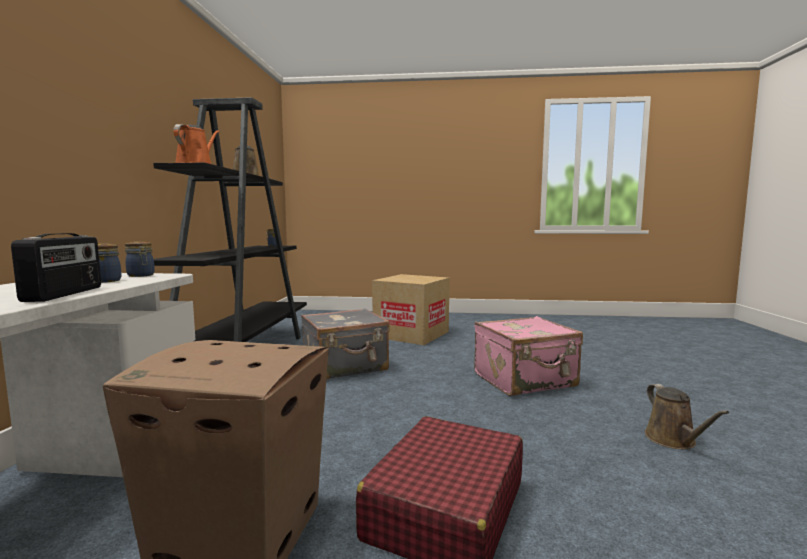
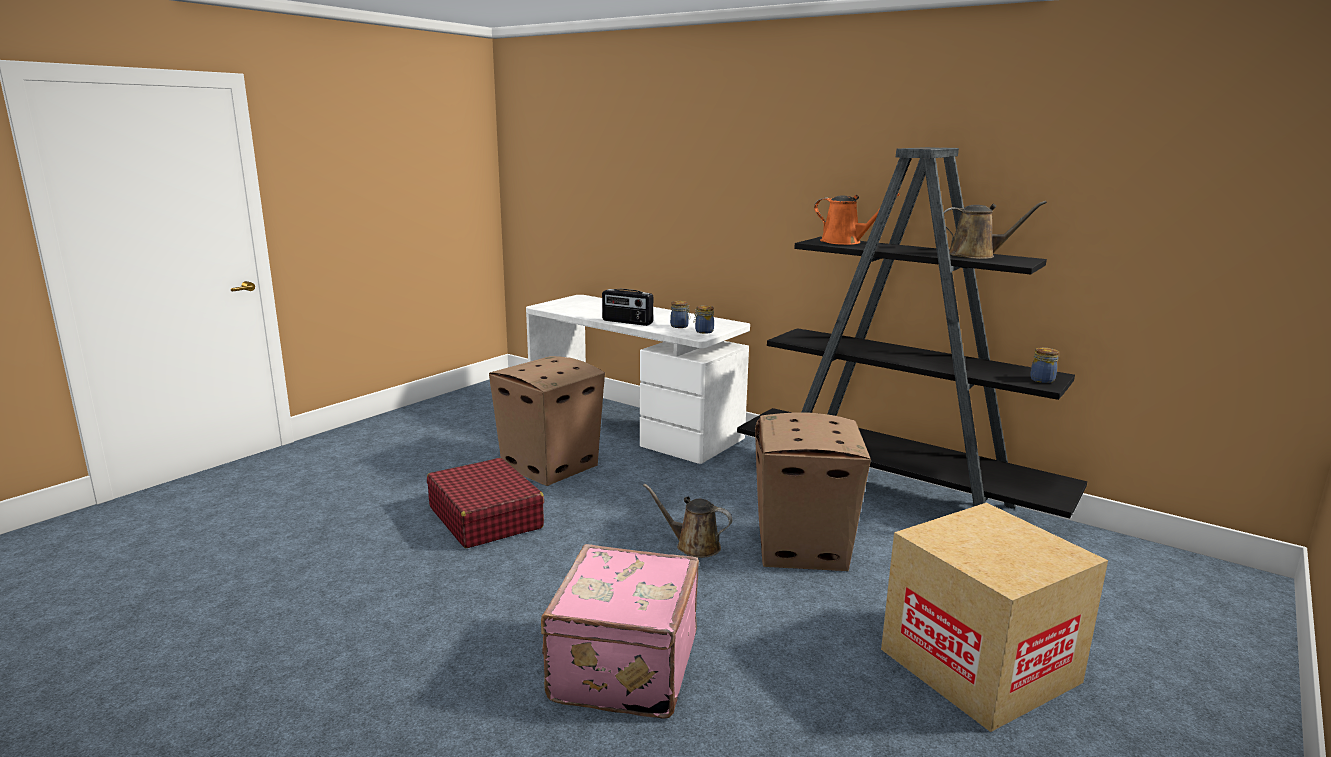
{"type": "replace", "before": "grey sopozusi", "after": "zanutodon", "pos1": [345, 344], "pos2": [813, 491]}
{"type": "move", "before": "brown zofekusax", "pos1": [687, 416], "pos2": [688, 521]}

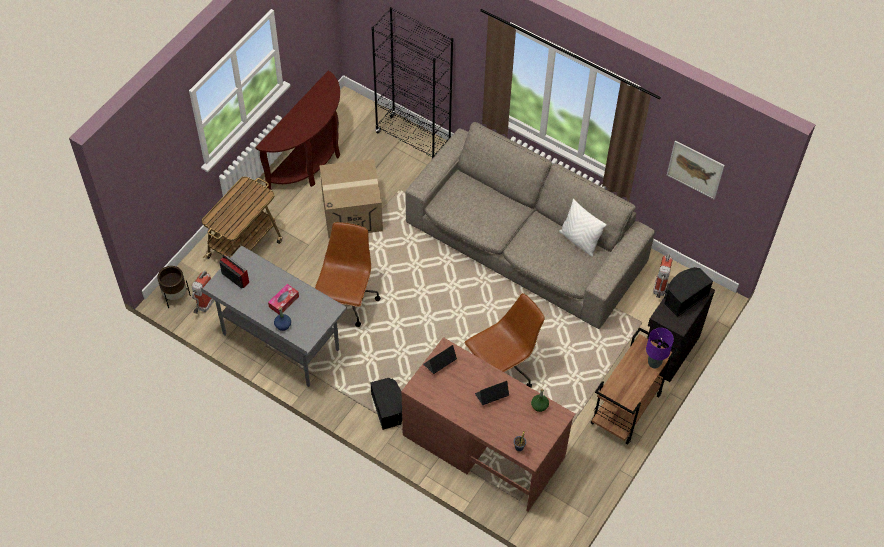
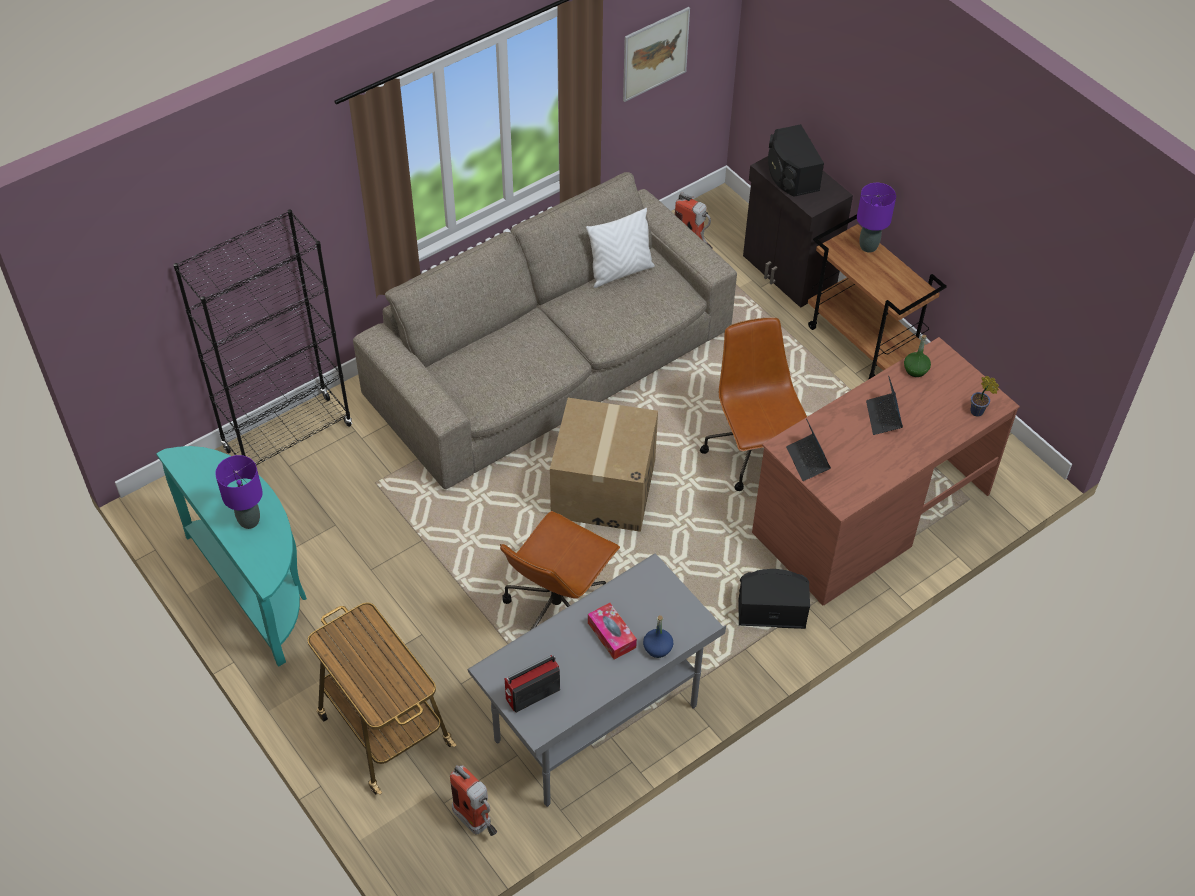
{"type": "delete", "before": "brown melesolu", "pos1": [174, 287]}
{"type": "recolor", "before": "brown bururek", "after": "turquoise bururek", "pos1": [297, 130], "pos2": [231, 556]}
{"type": "rotate", "before": "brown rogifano", "pos1": [348, 274], "pos2": [560, 570], "turn": -90}
{"type": "move", "before": "zanutodon", "pos1": [351, 198], "pos2": [604, 465]}
{"type": "insert", "after": "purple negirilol", "pos2": [239, 492]}

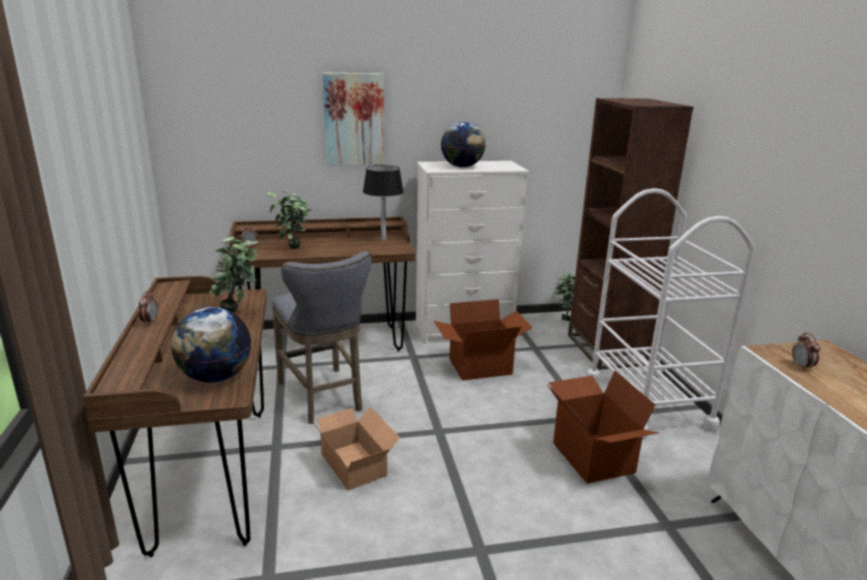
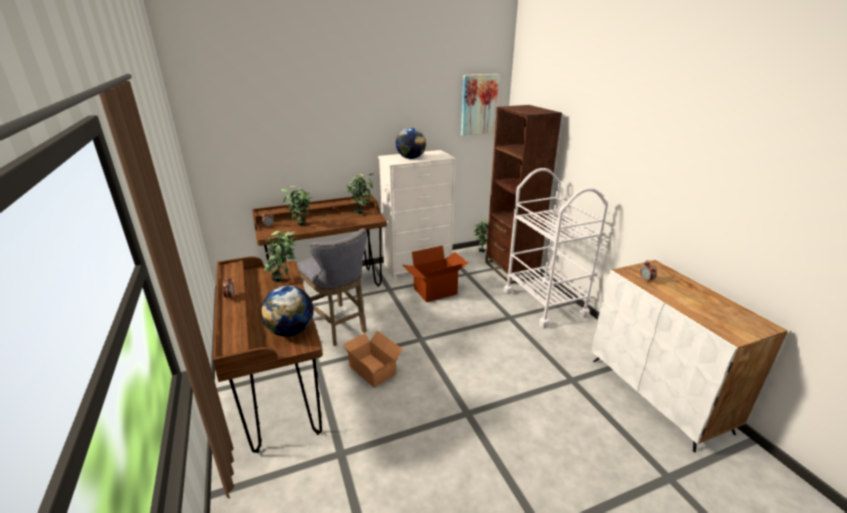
{"type": "move", "before": "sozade", "pos1": [353, 119], "pos2": [480, 105]}
{"type": "replace", "before": "black negirilol", "after": "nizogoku", "pos1": [383, 203], "pos2": [359, 194]}
{"type": "delete", "before": "zanutodon", "pos1": [603, 427]}

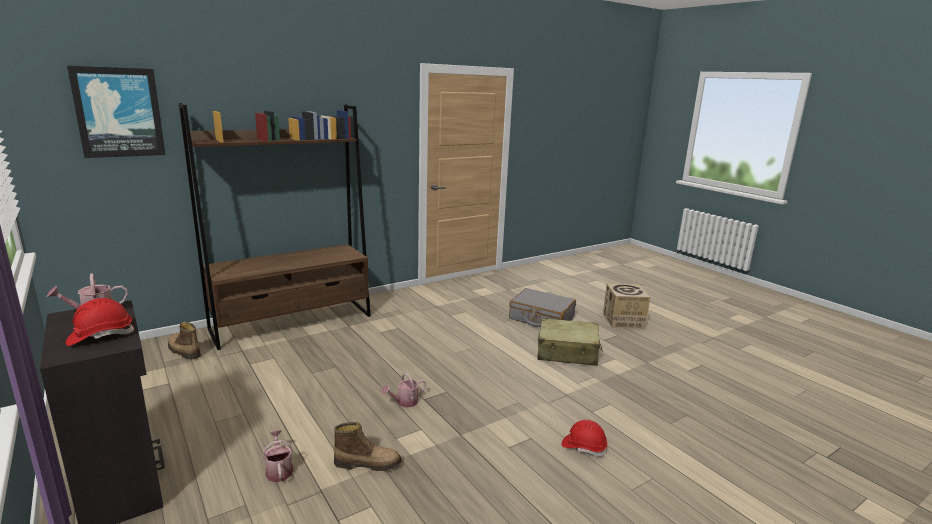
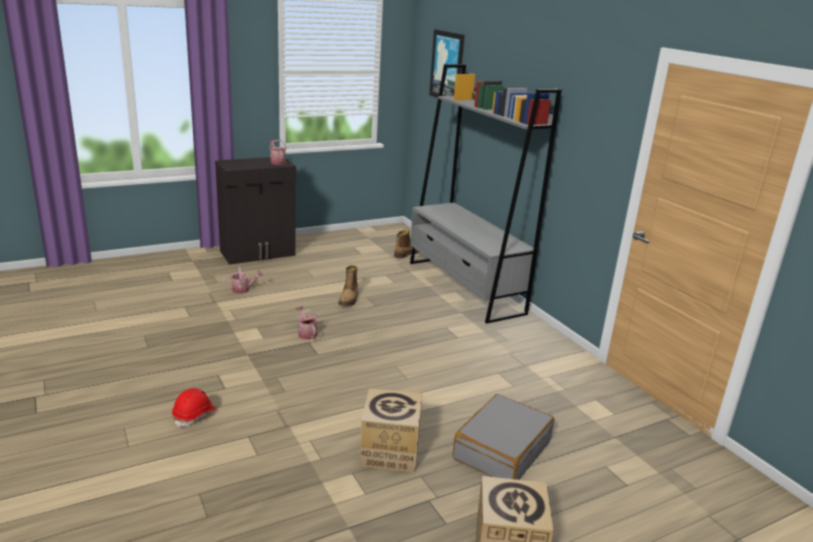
{"type": "delete", "before": "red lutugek", "pos1": [100, 322]}
{"type": "recolor", "before": "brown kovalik", "after": "grey kovalik", "pos1": [275, 226], "pos2": [486, 194]}
{"type": "move", "before": "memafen", "pos1": [368, 446], "pos2": [348, 285]}
{"type": "replace", "before": "beige sopozusi", "after": "zanutodon", "pos1": [570, 342], "pos2": [391, 430]}

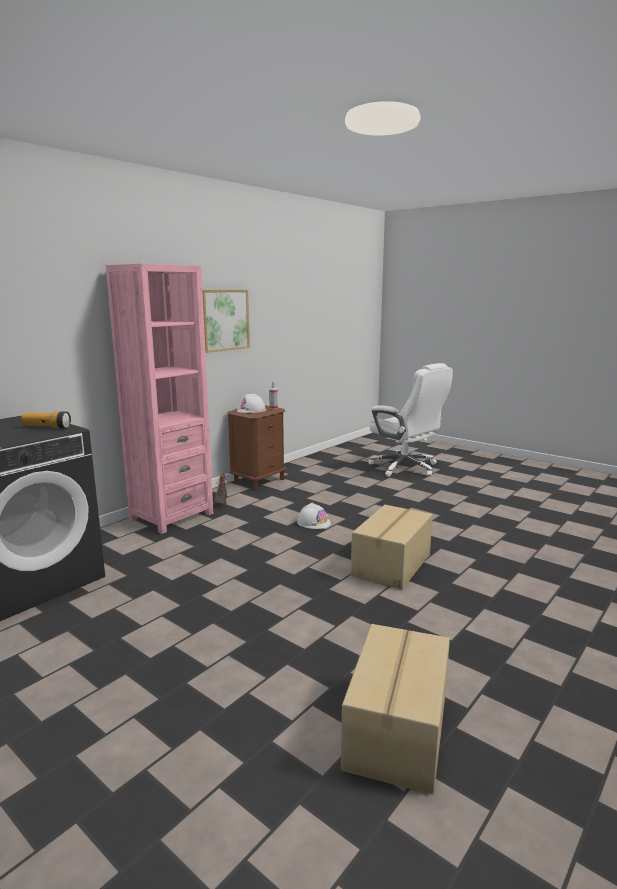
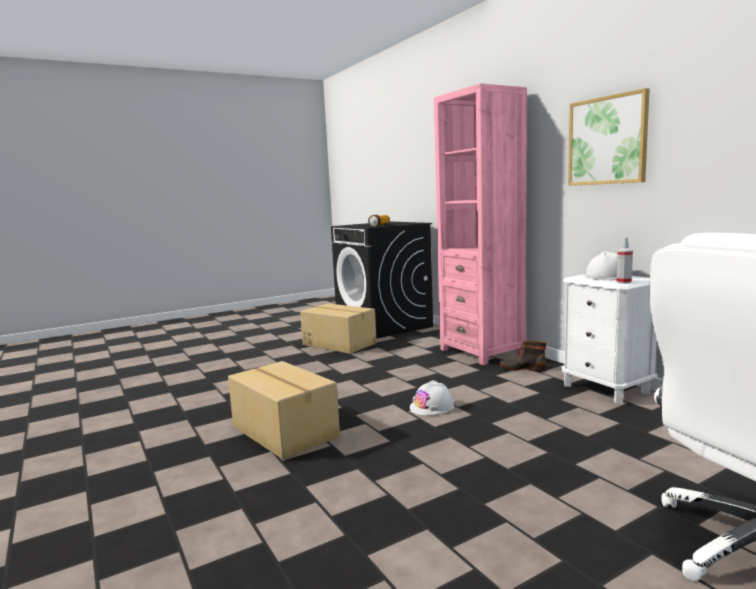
{"type": "recolor", "before": "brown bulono", "after": "white bulono", "pos1": [256, 447], "pos2": [609, 339]}
{"type": "move", "before": "zanutodon", "pos1": [395, 709], "pos2": [338, 328]}

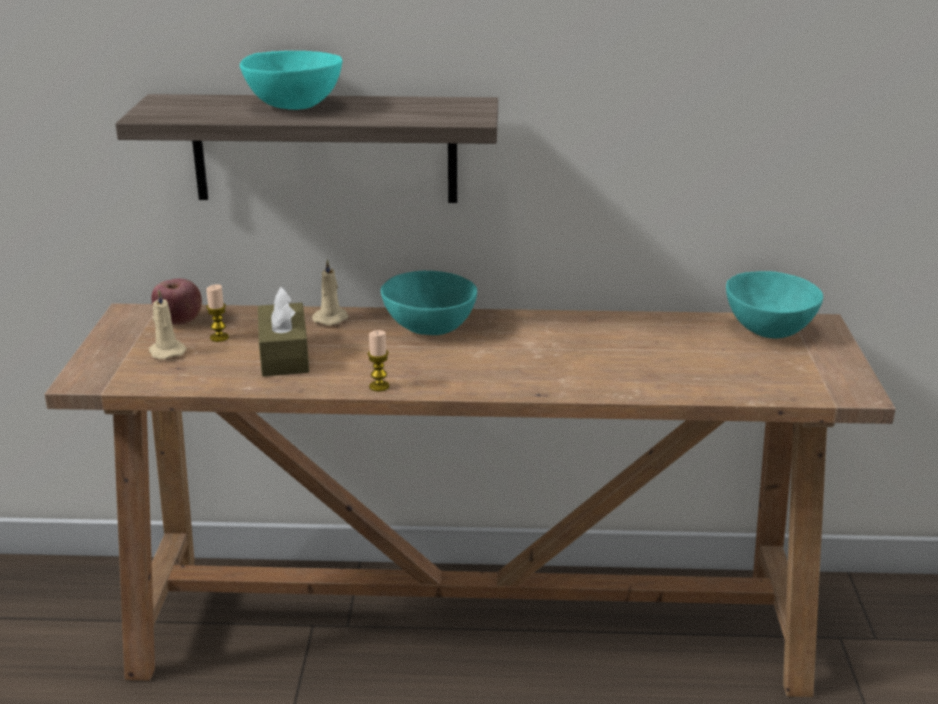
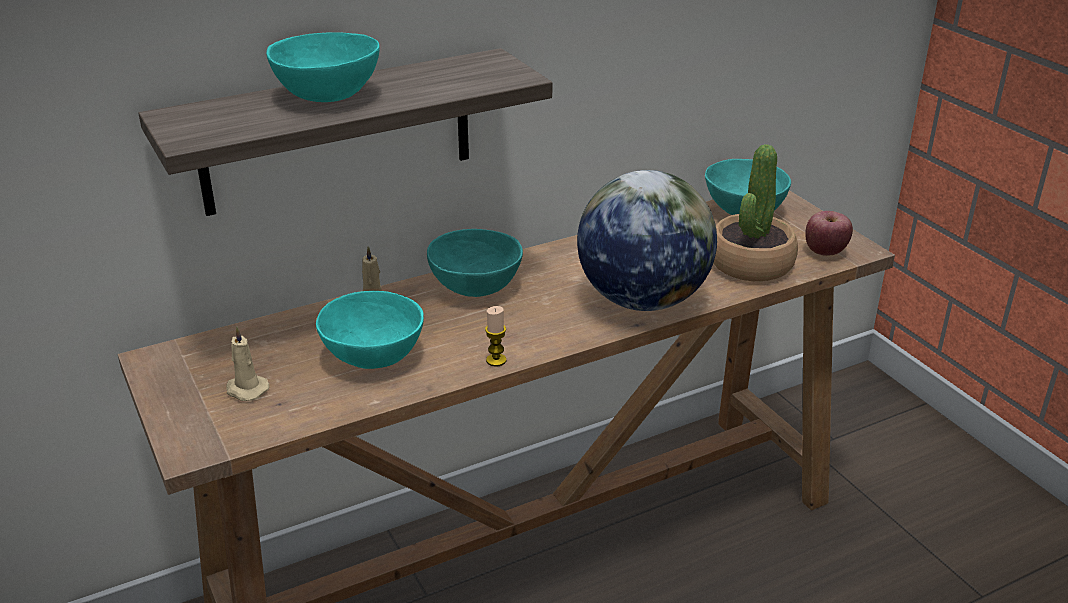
{"type": "move", "before": "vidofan", "pos1": [176, 302], "pos2": [829, 233]}
{"type": "delete", "before": "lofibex", "pos1": [217, 313]}
{"type": "replace", "before": "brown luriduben", "after": "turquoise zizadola", "pos1": [283, 331], "pos2": [370, 330]}
{"type": "insert", "after": "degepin", "pos2": [647, 240]}
{"type": "insert", "after": "nizogoku", "pos2": [756, 212]}

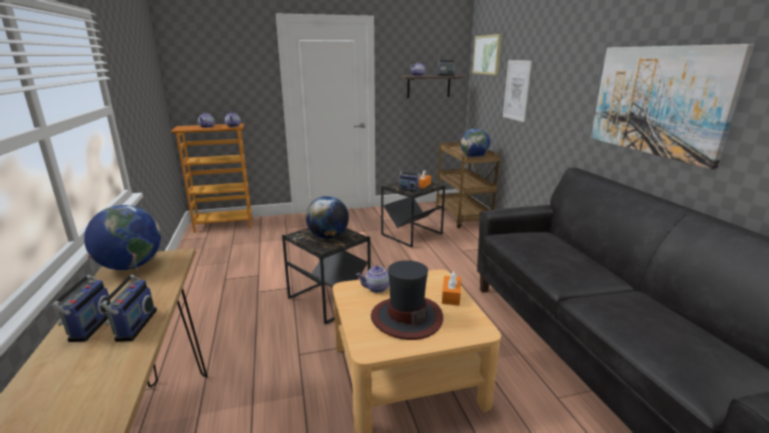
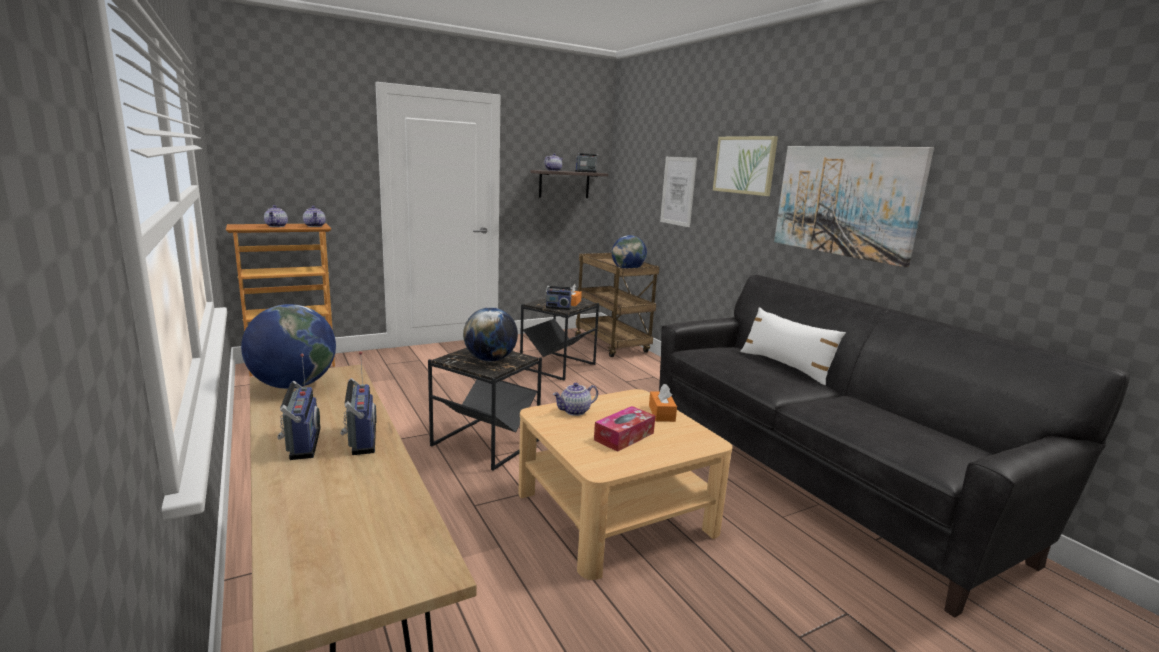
{"type": "replace", "before": "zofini", "after": "luriduben", "pos1": [407, 300], "pos2": [624, 429]}
{"type": "move", "before": "sozade", "pos1": [487, 54], "pos2": [745, 166]}
{"type": "insert", "after": "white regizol", "pos2": [793, 346]}

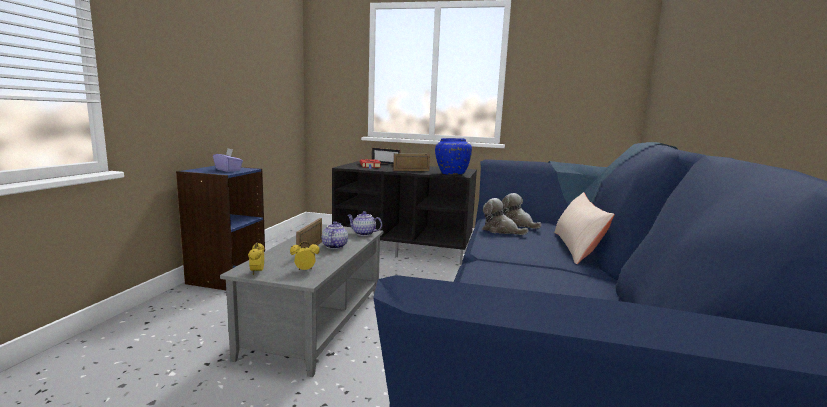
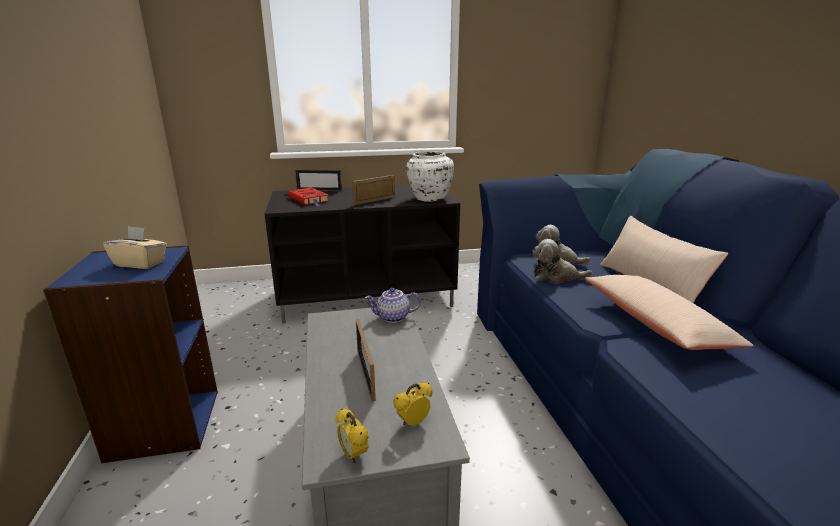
{"type": "recolor", "before": "purple luriduben", "after": "beige luriduben", "pos1": [228, 160], "pos2": [135, 247]}
{"type": "delete", "before": "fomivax", "pos1": [335, 235]}
{"type": "recolor", "before": "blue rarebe", "after": "white rarebe", "pos1": [453, 156], "pos2": [430, 176]}
{"type": "insert", "after": "beige regizol", "pos2": [669, 312]}

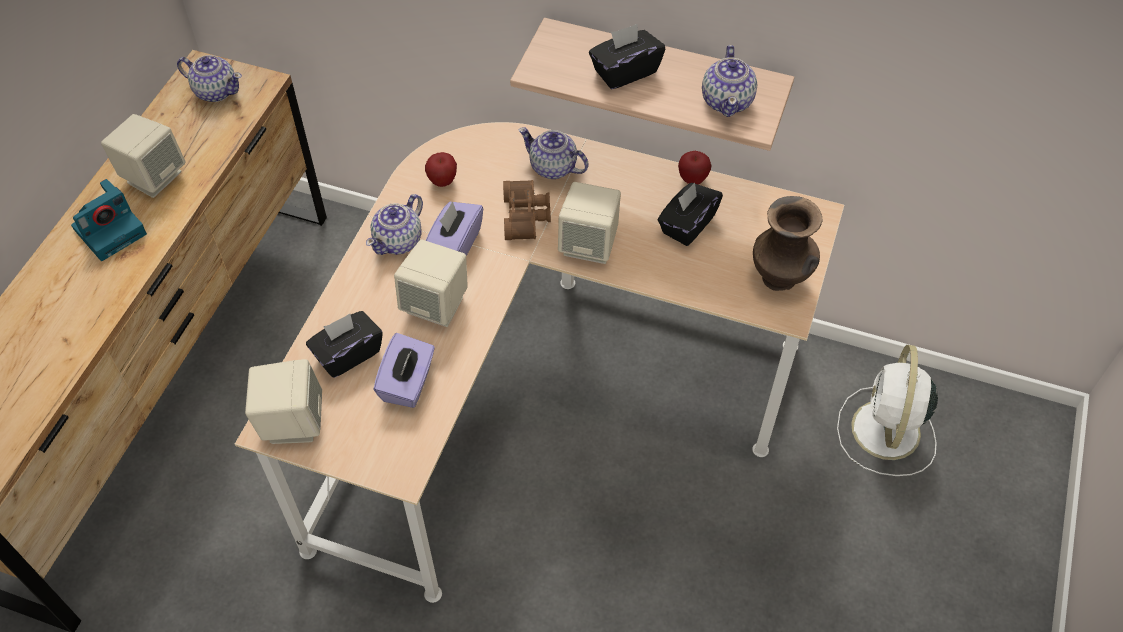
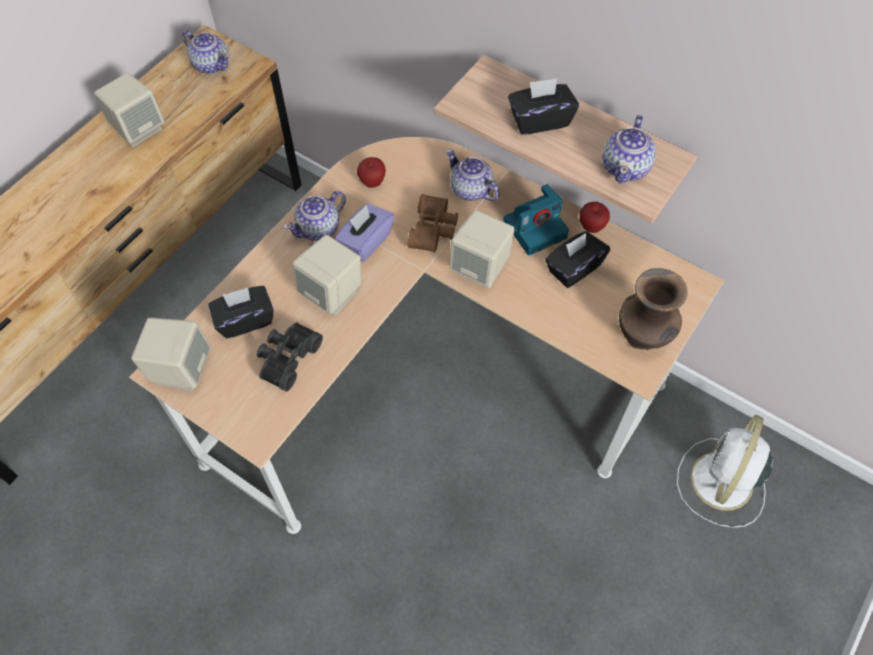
{"type": "move", "before": "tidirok", "pos1": [109, 220], "pos2": [536, 220]}
{"type": "replace", "before": "purple luriduben", "after": "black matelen", "pos1": [404, 370], "pos2": [290, 356]}

